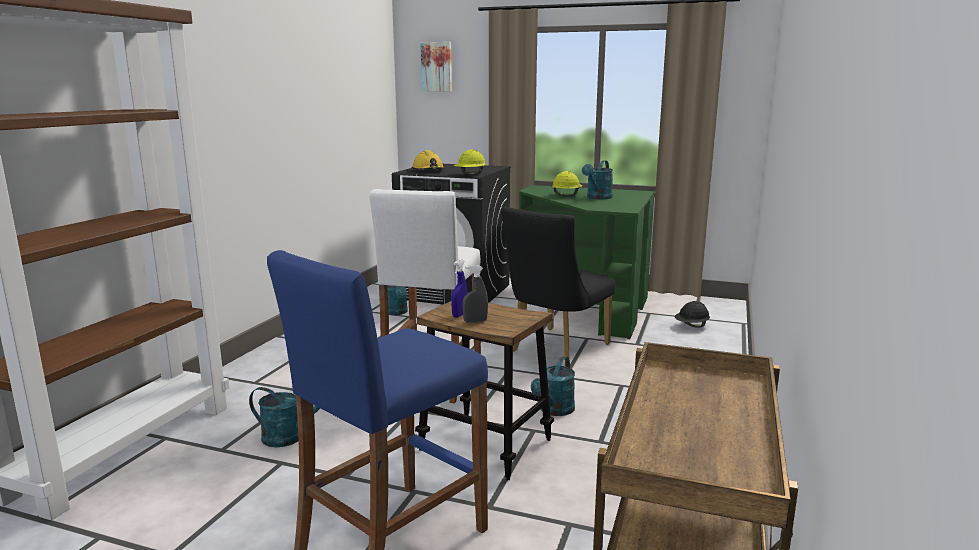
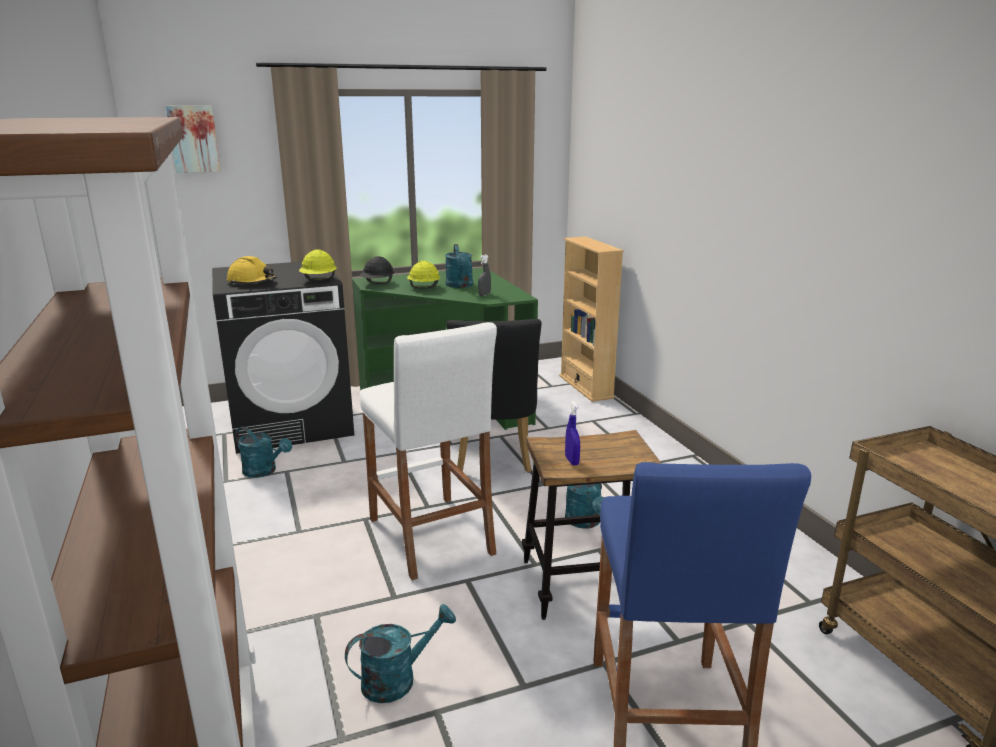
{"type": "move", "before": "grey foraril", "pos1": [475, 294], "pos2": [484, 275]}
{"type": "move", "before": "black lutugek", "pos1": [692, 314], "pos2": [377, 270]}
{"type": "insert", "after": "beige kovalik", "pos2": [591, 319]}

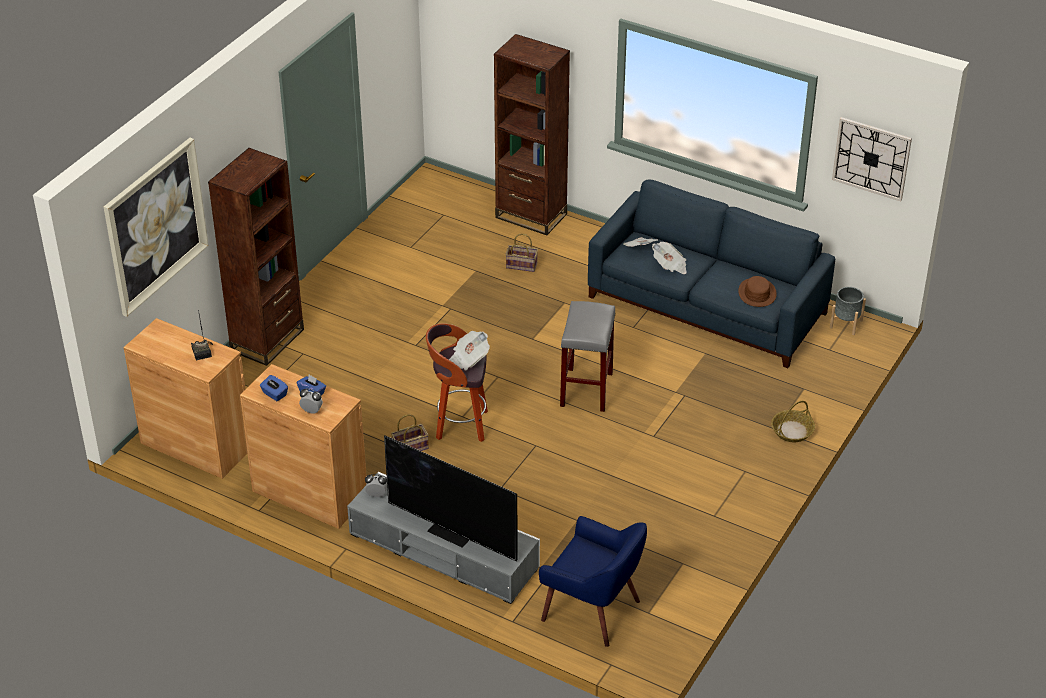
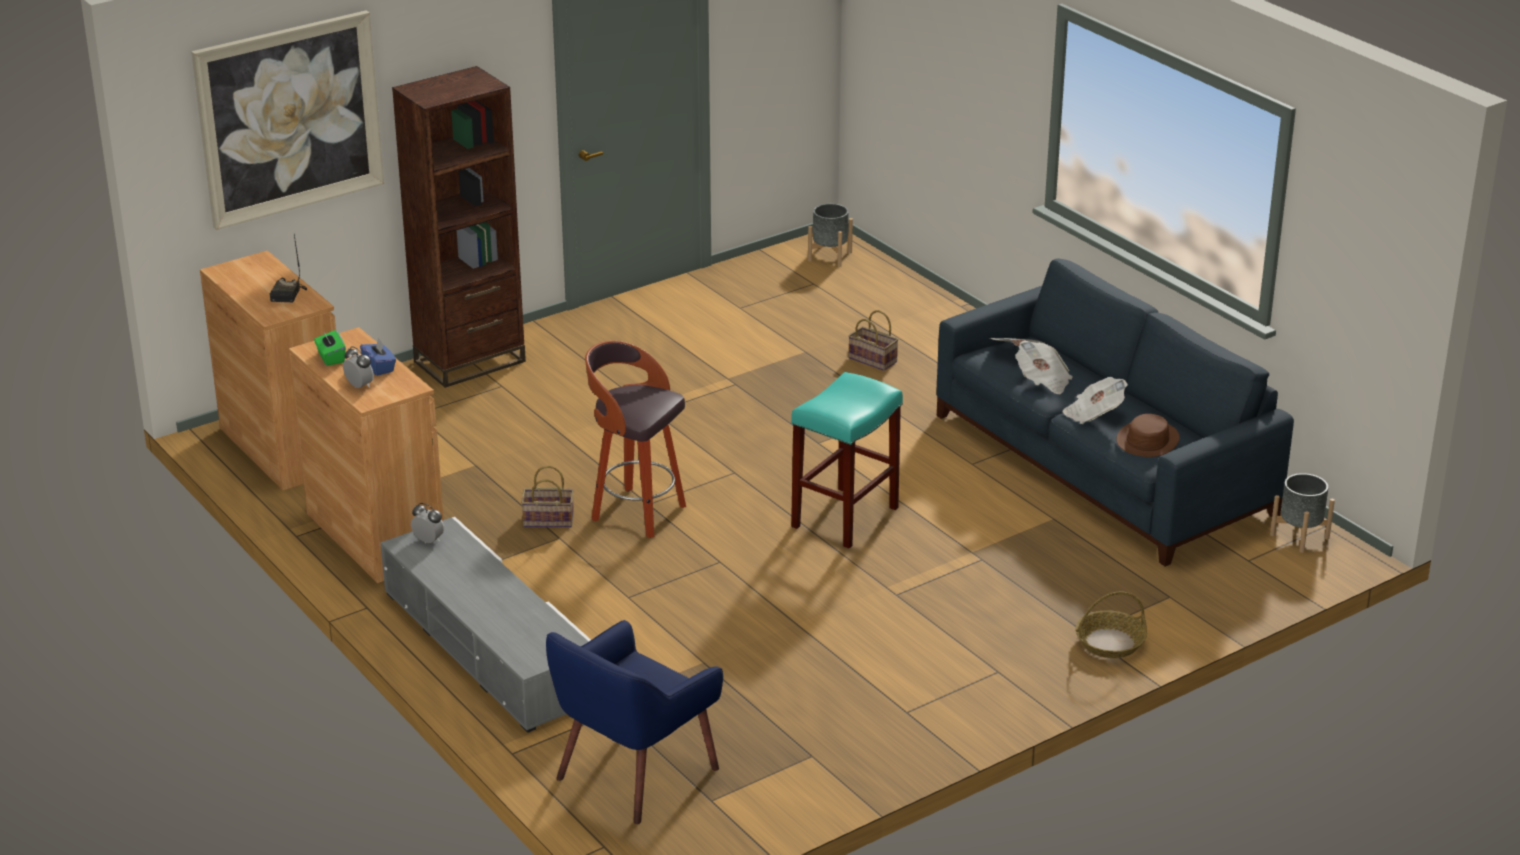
{"type": "recolor", "before": "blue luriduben", "after": "green luriduben", "pos1": [274, 388], "pos2": [330, 348]}
{"type": "delete", "before": "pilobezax", "pos1": [450, 498]}
{"type": "move", "before": "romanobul", "pos1": [469, 351], "pos2": [1095, 400]}
{"type": "delete", "before": "brown kovalik", "pos1": [532, 134]}
{"type": "rotate", "before": "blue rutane", "pos1": [593, 581], "pos2": [634, 722], "turn": 75}
{"type": "recolor", "before": "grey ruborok", "after": "turquoise ruborok", "pos1": [588, 356], "pos2": [847, 460]}
{"type": "delete", "before": "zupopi", "pos1": [872, 159]}
{"type": "insert", "after": "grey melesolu", "pos2": [830, 235]}

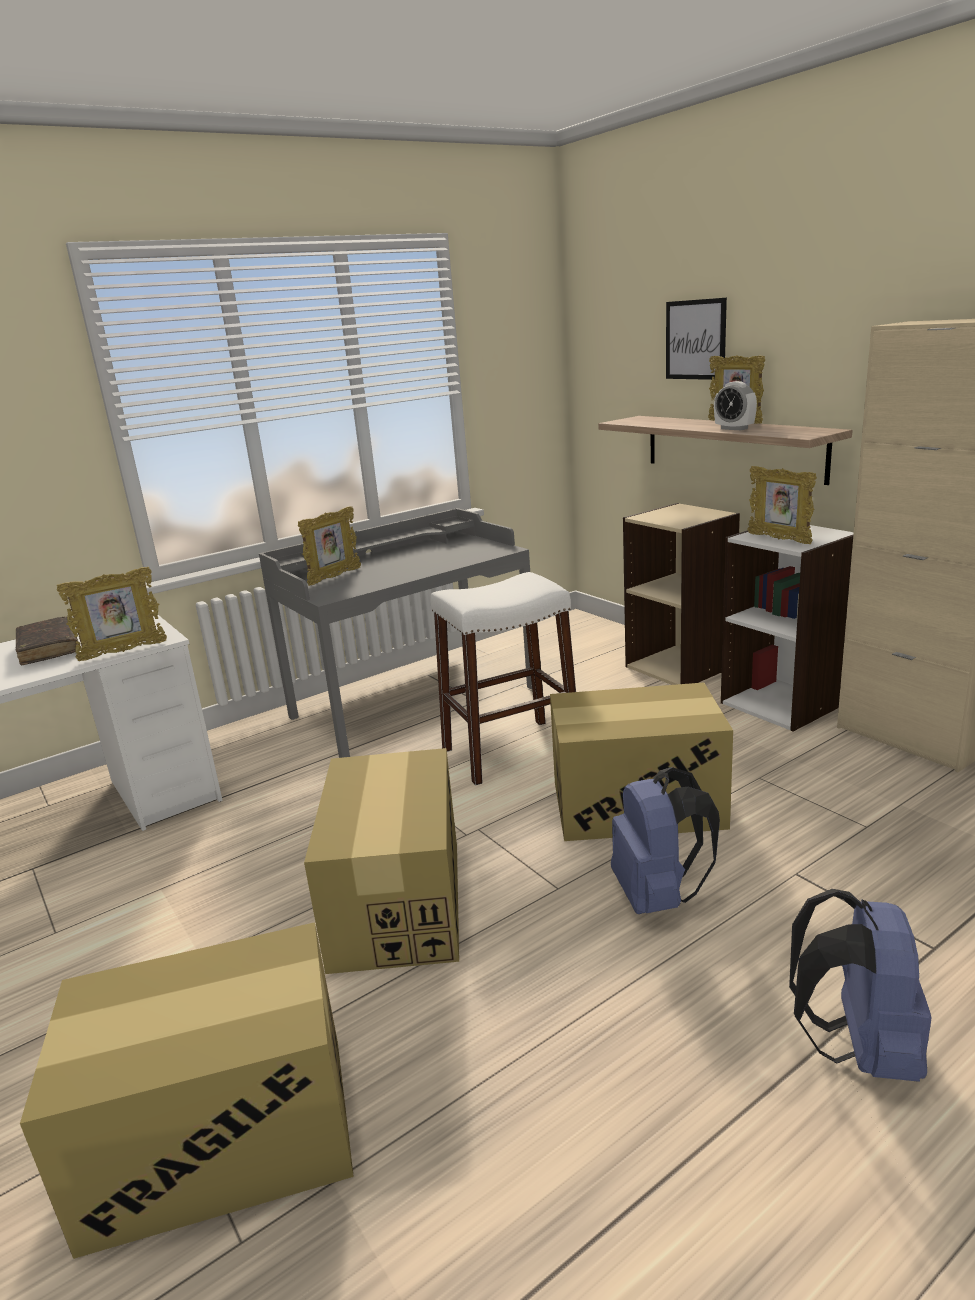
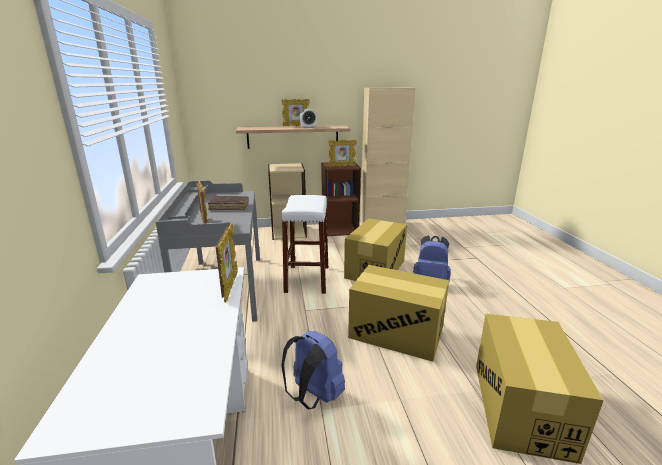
{"type": "move", "before": "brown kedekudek", "pos1": [47, 640], "pos2": [228, 203]}
{"type": "delete", "before": "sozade", "pos1": [696, 339]}
{"type": "recolor", "before": "white kovalik", "after": "brown kovalik", "pos1": [787, 628], "pos2": [341, 199]}
{"type": "move", "before": "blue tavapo", "pos1": [860, 985], "pos2": [313, 370]}

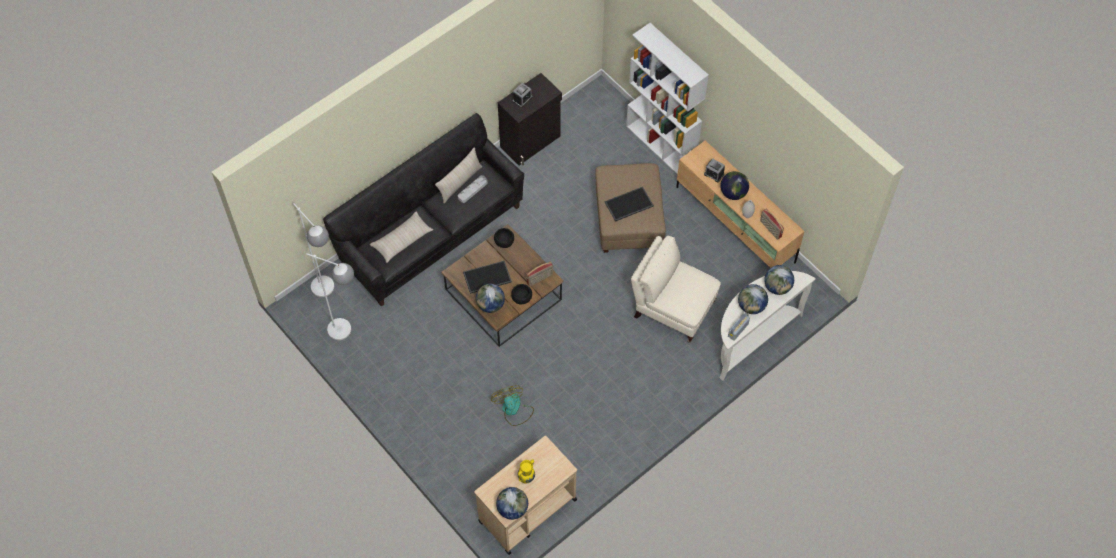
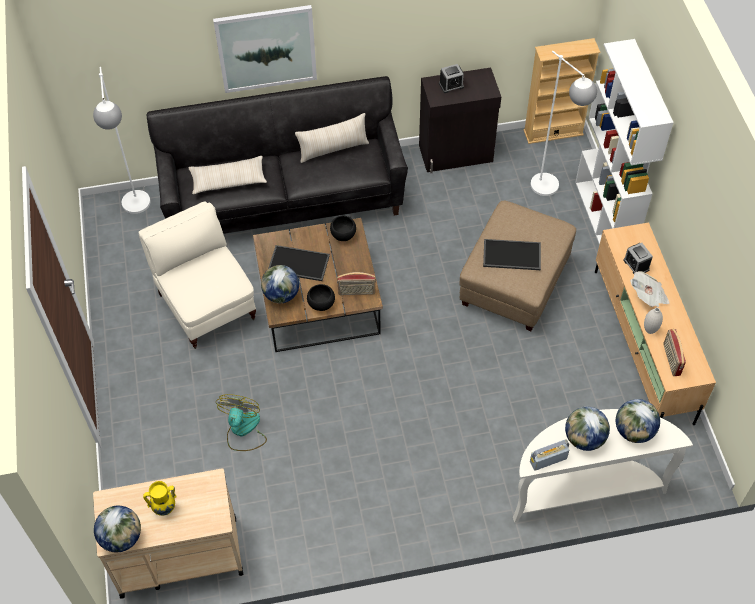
{"type": "move", "before": "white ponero", "pos1": [330, 296], "pos2": [564, 123]}
{"type": "delete", "before": "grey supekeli", "pos1": [473, 189]}
{"type": "move", "before": "beige rutane", "pos1": [676, 289], "pos2": [197, 275]}
{"type": "replace", "before": "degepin", "after": "romanobul", "pos1": [734, 185], "pos2": [650, 289]}
{"type": "insert", "after": "sozade", "pos2": [265, 49]}
{"type": "insert", "after": "beige kovalik", "pos2": [562, 91]}

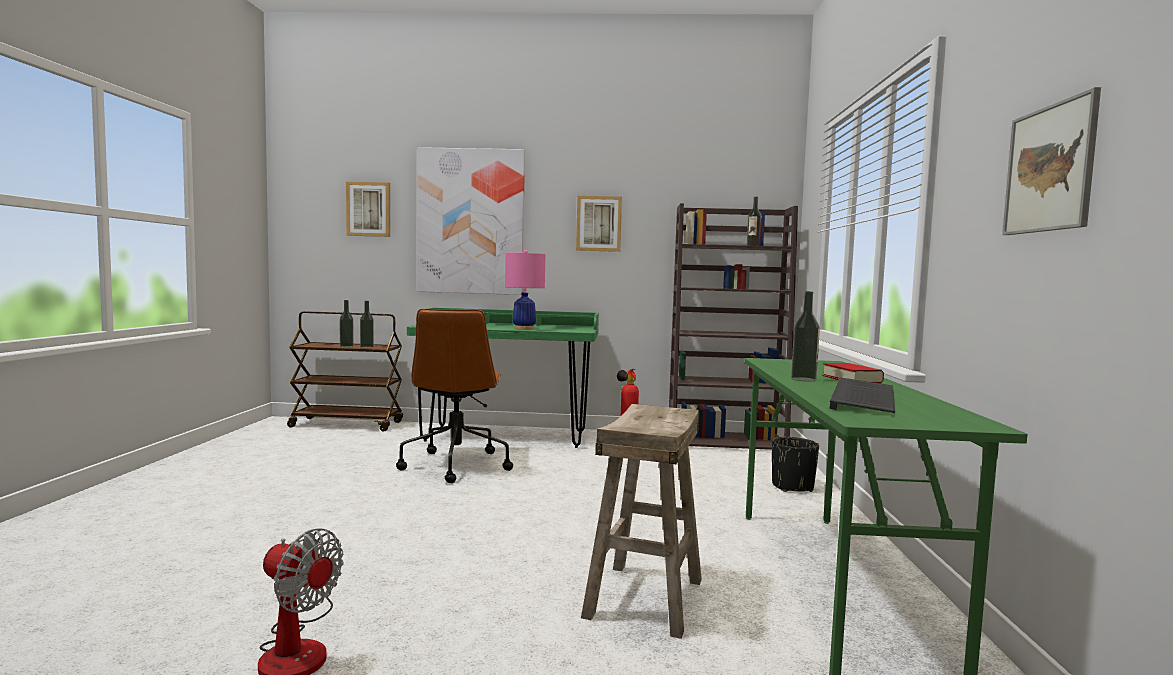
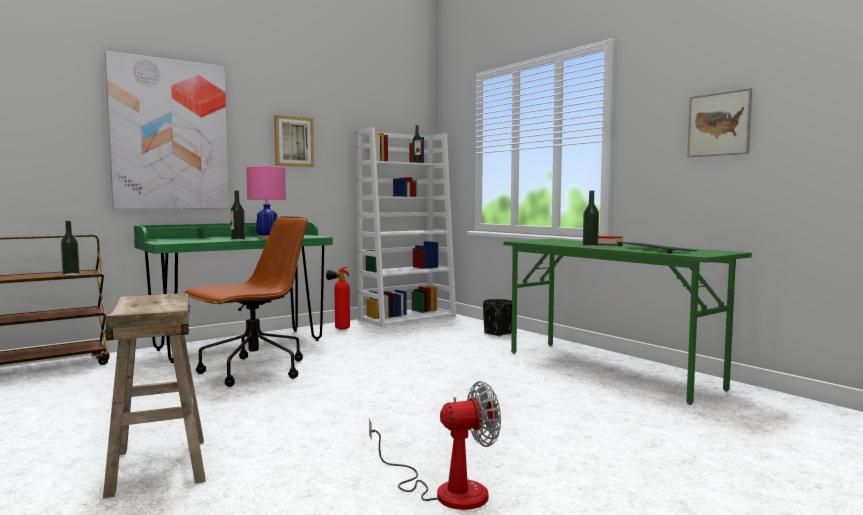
{"type": "move", "before": "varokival", "pos1": [347, 324], "pos2": [237, 215]}
{"type": "delete", "before": "sozade", "pos1": [368, 209]}
{"type": "rotate", "before": "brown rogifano", "pos1": [454, 396], "pos2": [246, 301], "turn": -90}
{"type": "move", "before": "beige ruborok", "pos1": [641, 521], "pos2": [154, 396]}
{"type": "recolor", "before": "brown kovalik", "after": "white kovalik", "pos1": [733, 326], "pos2": [406, 227]}

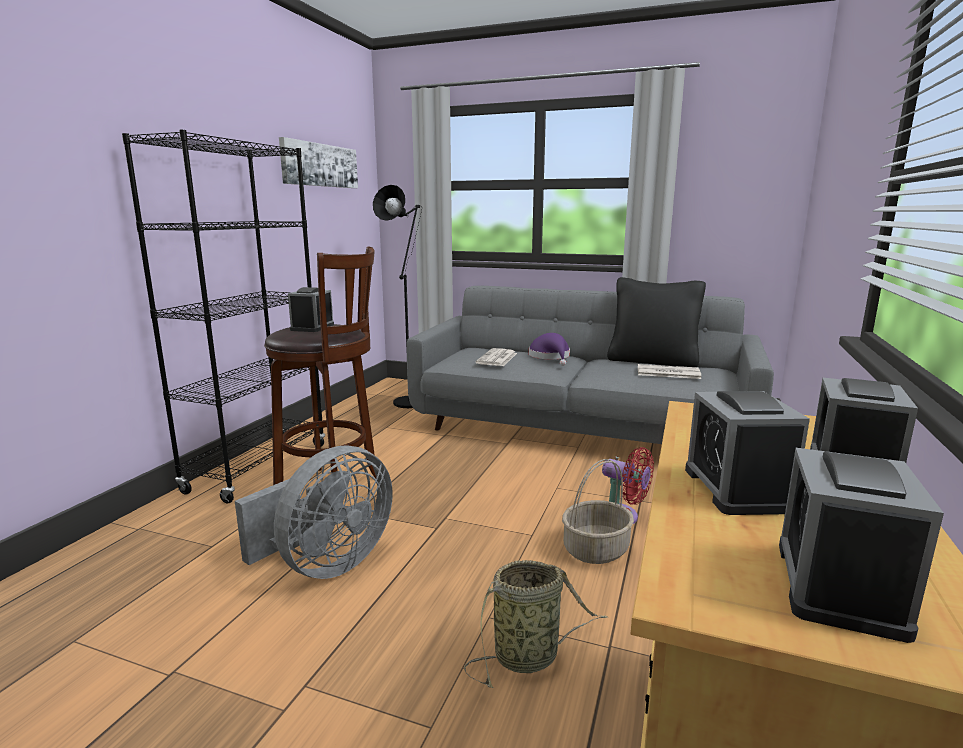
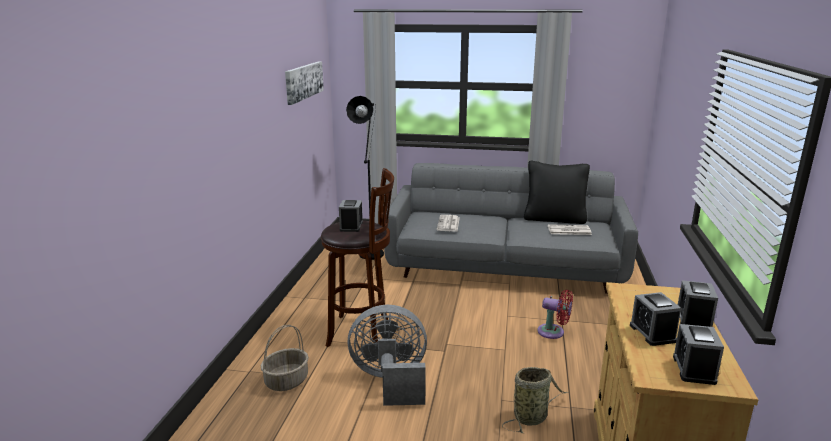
{"type": "delete", "before": "black kovalik", "pos1": [223, 316]}
{"type": "rotate", "before": "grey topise", "pos1": [314, 512], "pos2": [387, 355], "turn": -120}
{"type": "delete", "before": "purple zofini", "pos1": [549, 349]}
{"type": "move", "before": "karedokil", "pos1": [598, 511], "pos2": [285, 358]}

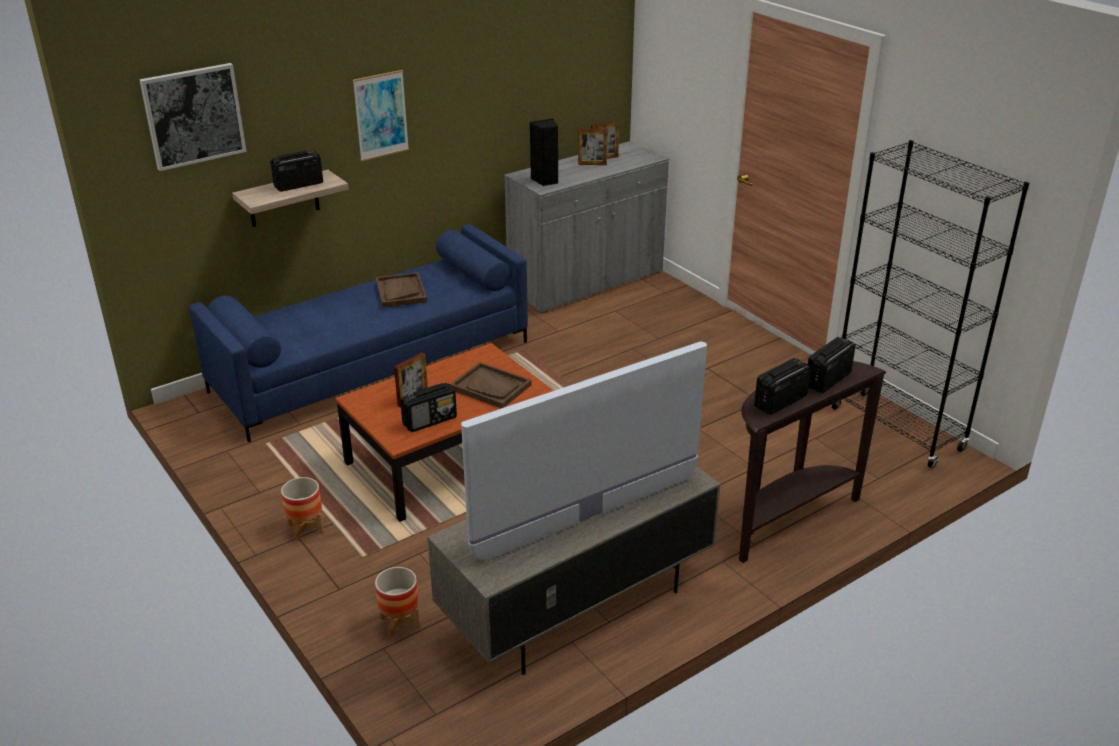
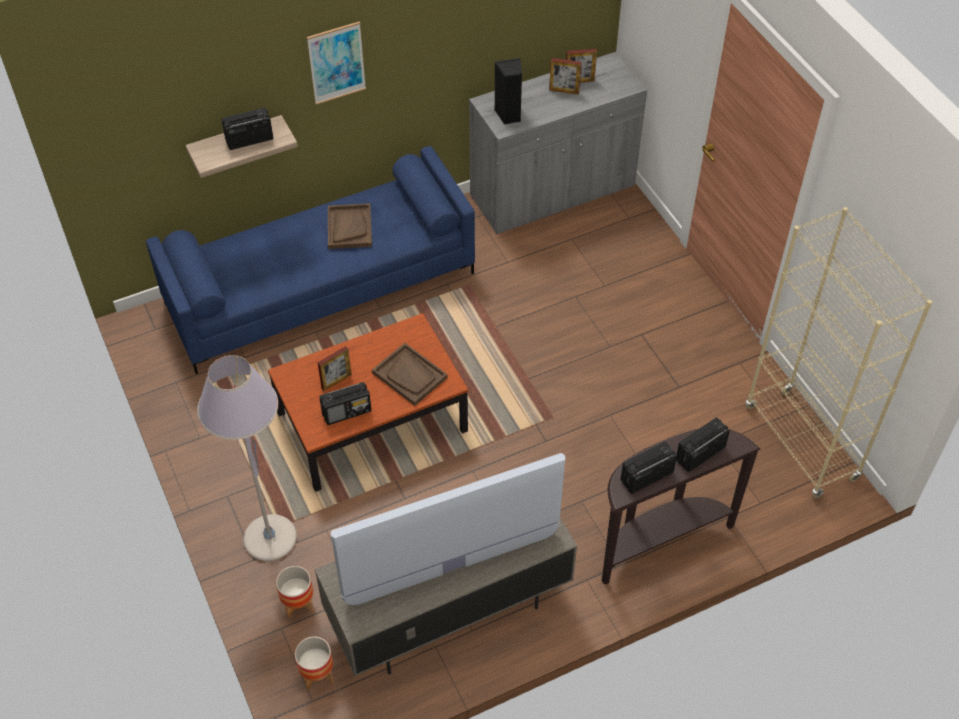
{"type": "delete", "before": "sozade", "pos1": [192, 117]}
{"type": "move", "before": "melesolu", "pos1": [302, 509], "pos2": [314, 663]}
{"type": "recolor", "before": "black kovalik", "after": "beige kovalik", "pos1": [930, 304], "pos2": [839, 352]}
{"type": "insert", "after": "grey ponero", "pos2": [247, 458]}

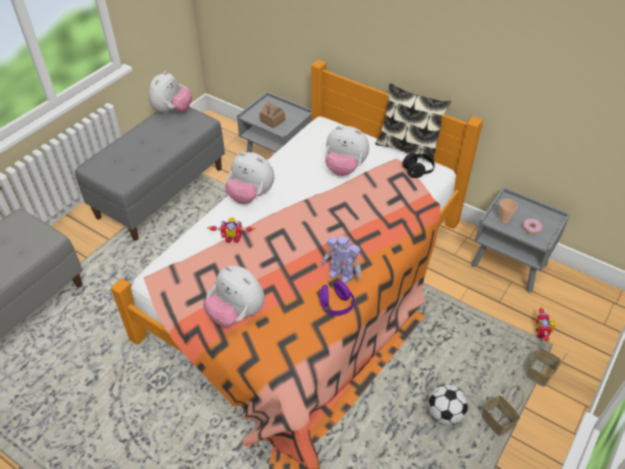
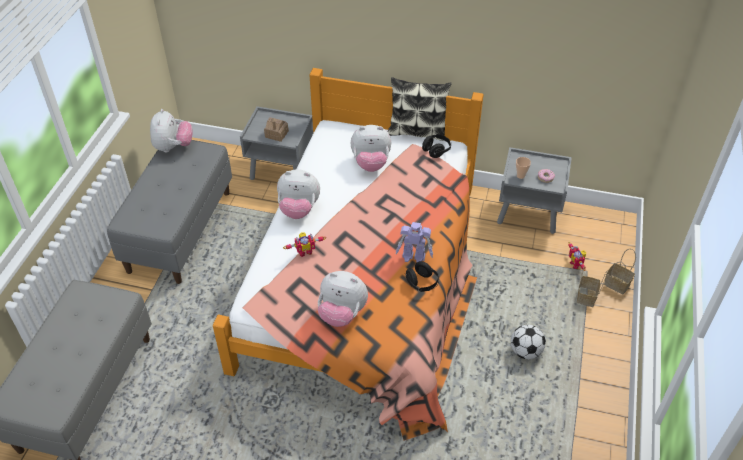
{"type": "recolor", "before": "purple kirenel", "after": "black kirenel", "pos1": [337, 298], "pos2": [422, 276]}
{"type": "move", "before": "karedokil", "pos1": [502, 410], "pos2": [620, 271]}

